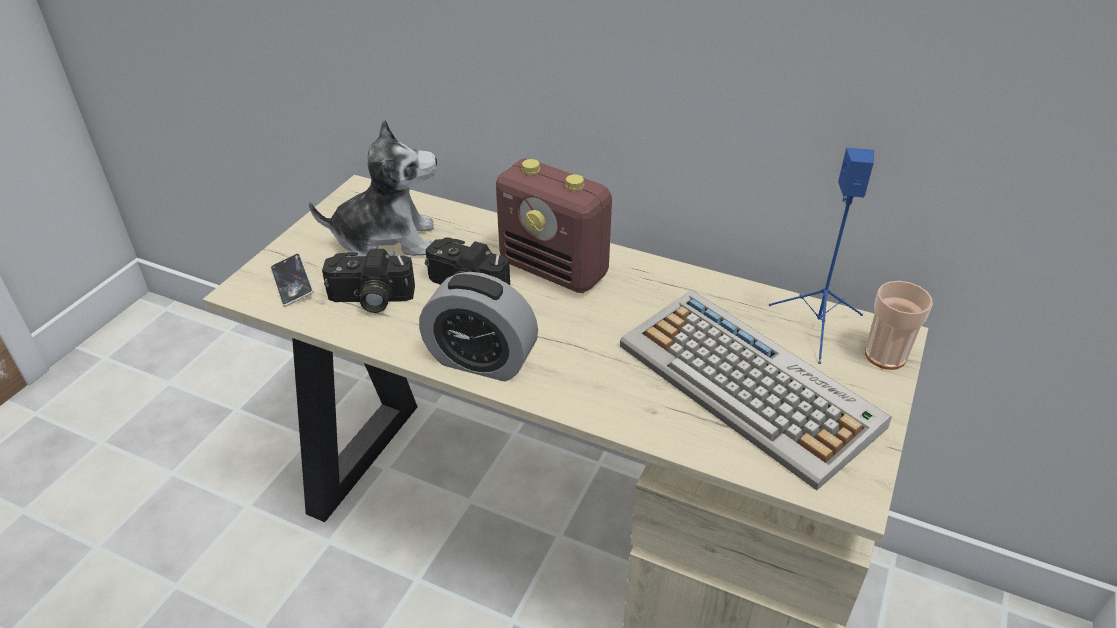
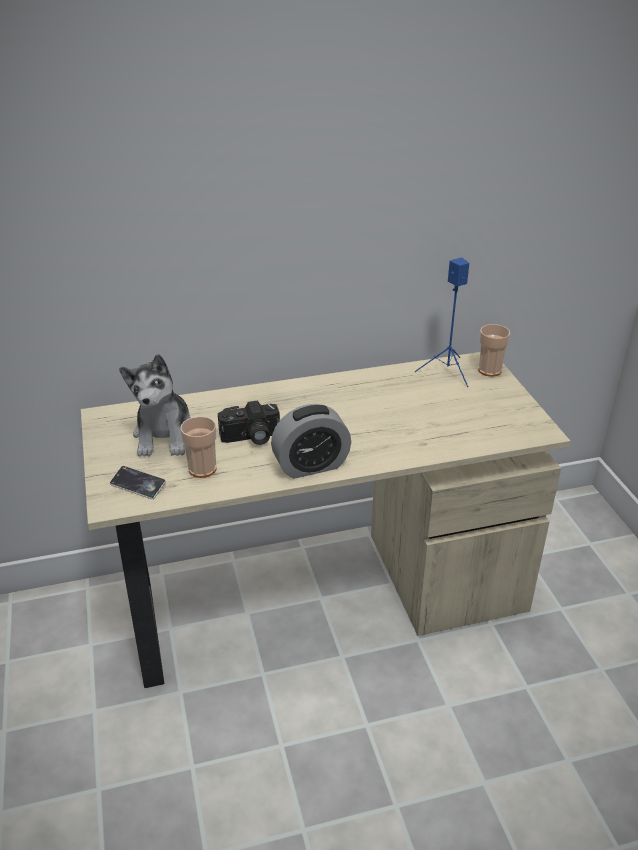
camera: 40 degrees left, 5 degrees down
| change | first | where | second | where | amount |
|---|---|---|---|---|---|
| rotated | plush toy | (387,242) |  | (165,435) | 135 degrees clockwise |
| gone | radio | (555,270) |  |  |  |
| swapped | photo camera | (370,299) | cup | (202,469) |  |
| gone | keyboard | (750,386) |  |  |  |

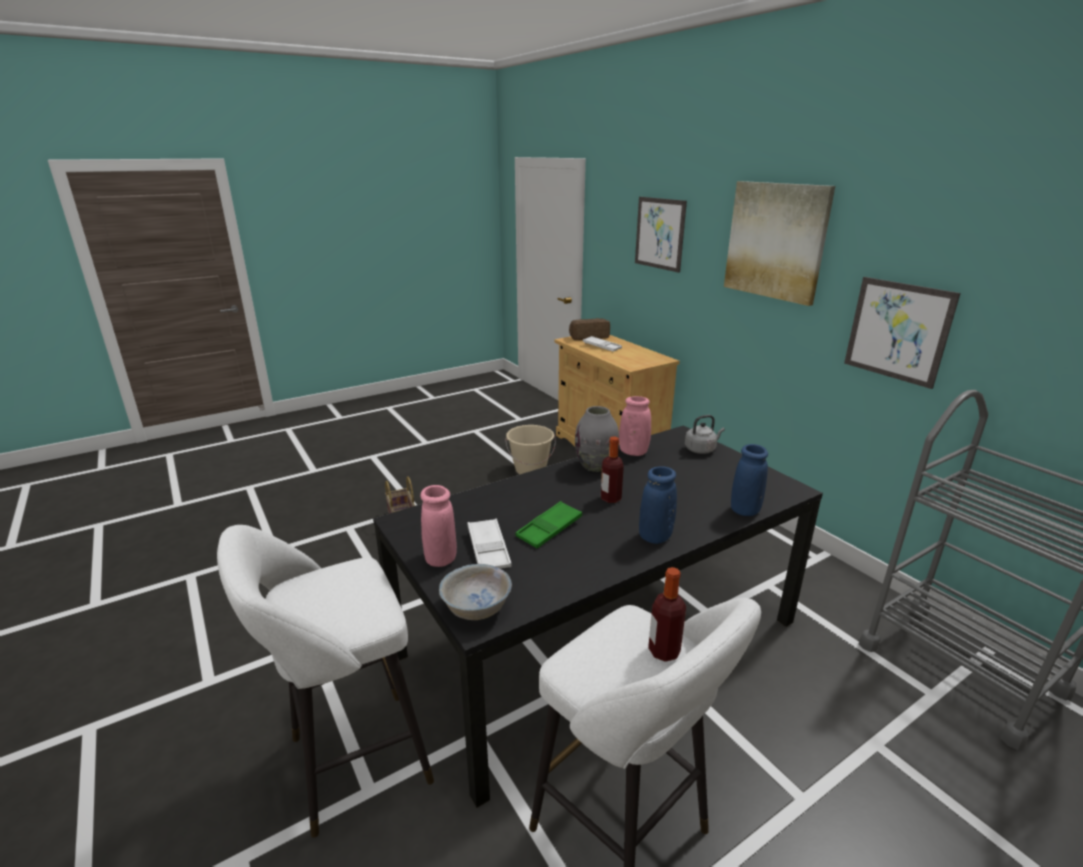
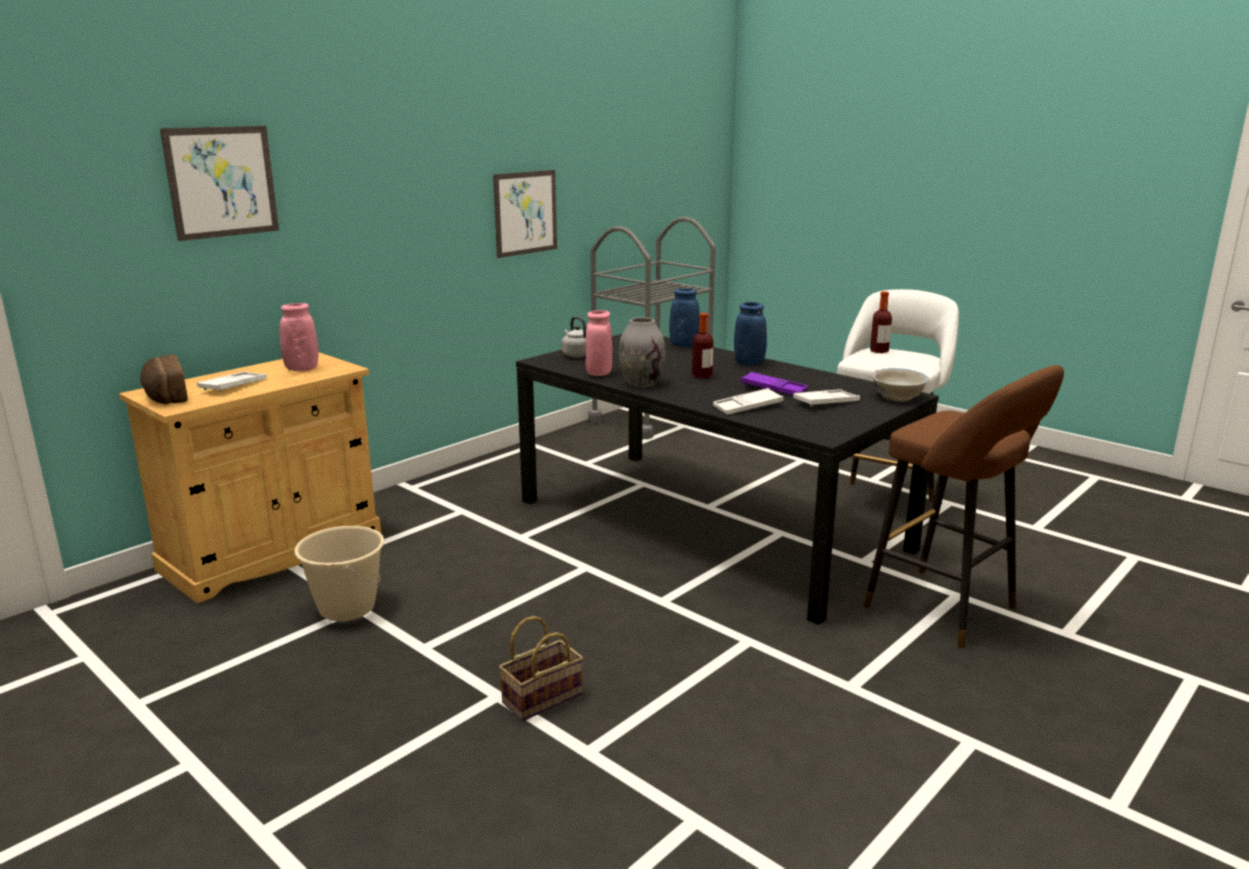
camera: 105 degrees left, 5 degrees down
| change | first | where | second | where | amount |
|---|---|---|---|---|---|
| gone | picture | (776,241) |  |  |  |
| shifted | pink vase | (441,558) |  | (302,369) |  |
| repainted | green tray | (549,529) | purple tray | (773,389) |  |
| repainted | white stool | (351,763) | brown stool | (948,610) |  |
| new |  |  | white tray | (748,407) |  |

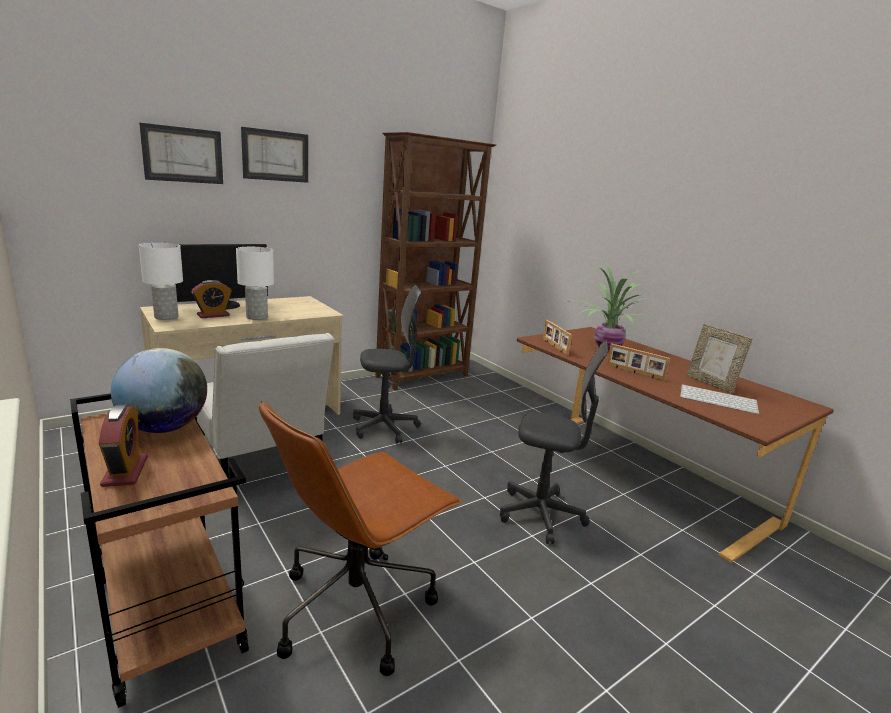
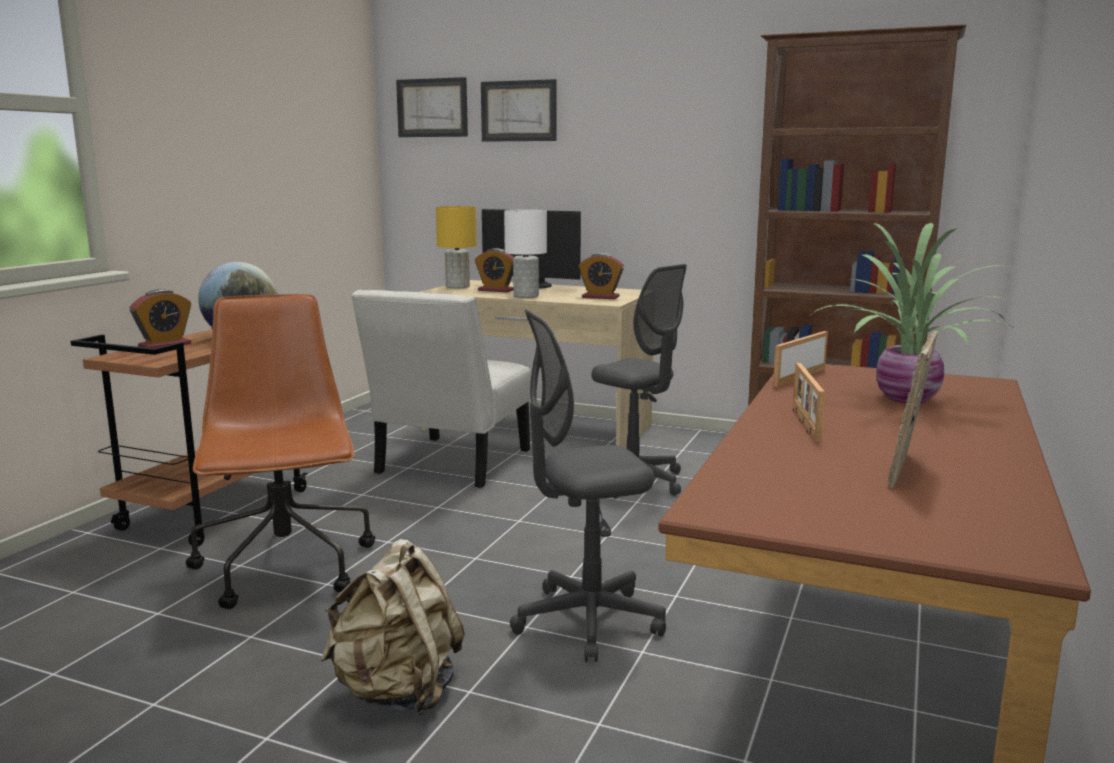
camera: 60 degrees right, 5 degrees down
| change | first | where | second | where | amount |
|---|---|---|---|---|---|
| shifted | picture | (275,156) |  | (432,108) |  |
| repainted | white table lamp | (166,317) | yellow table lamp | (458,286) |  |
| rotated | grey office chair | (540,514) |  | (587,622) | 90 degrees clockwise |
| gone | keyboard | (718,400) |  |  |  |
| rotated | brown office chair | (357,606) |  | (286,568) | 60 degrees clockwise |
| new |  |  | alarm clock | (600,297) |  |
| new |  |  | beige backpack | (397,692) |  |

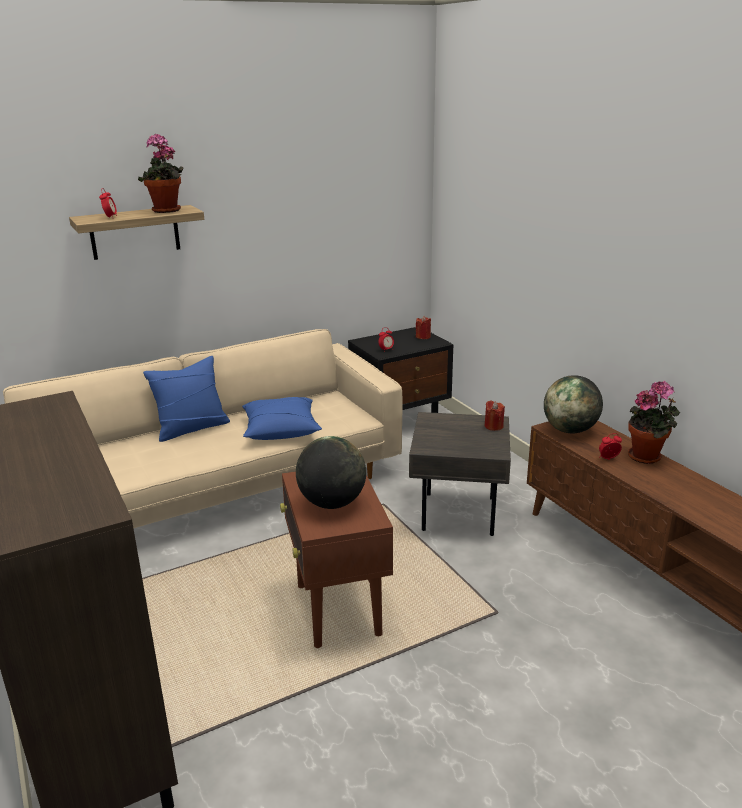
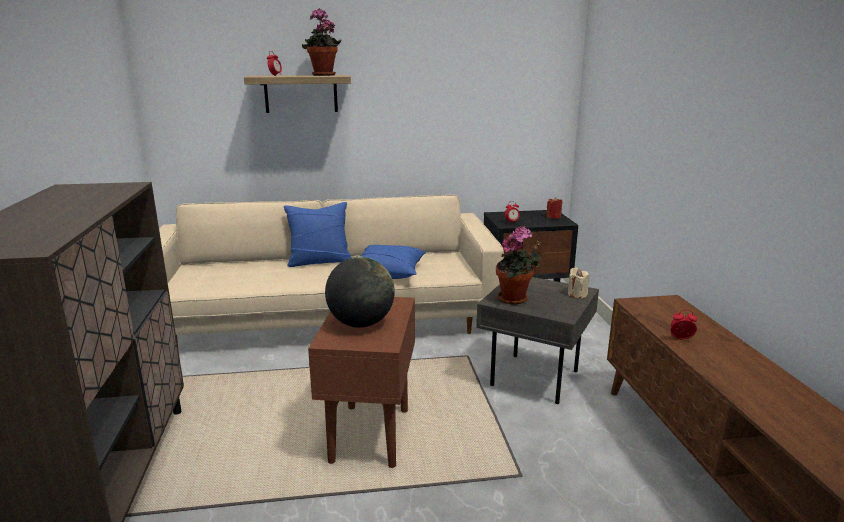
camera: 20 degrees right, 5 degrees down
| change | first | where | second | where | amount |
|---|---|---|---|---|---|
| gone | globe | (570,430) |  |  |  |
| shifted | potted plant | (647,457) |  | (515,299) |  |
| repainted | red candle | (493,426) | beige candle | (577,294) |  |

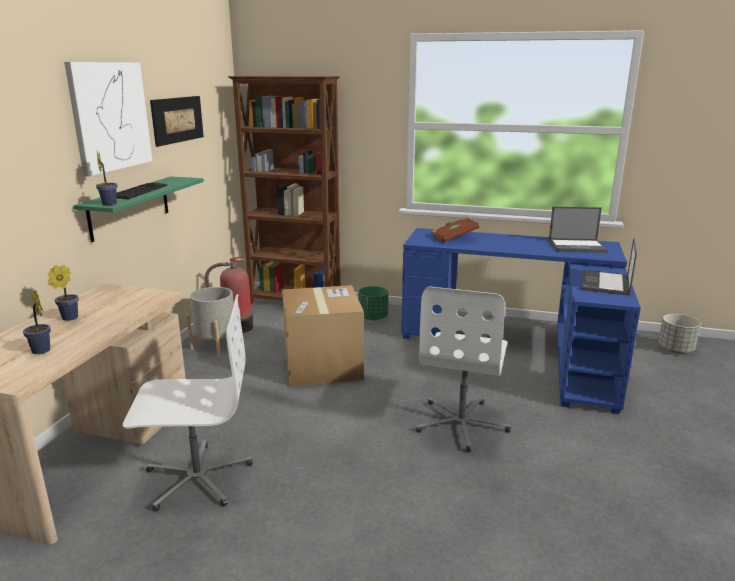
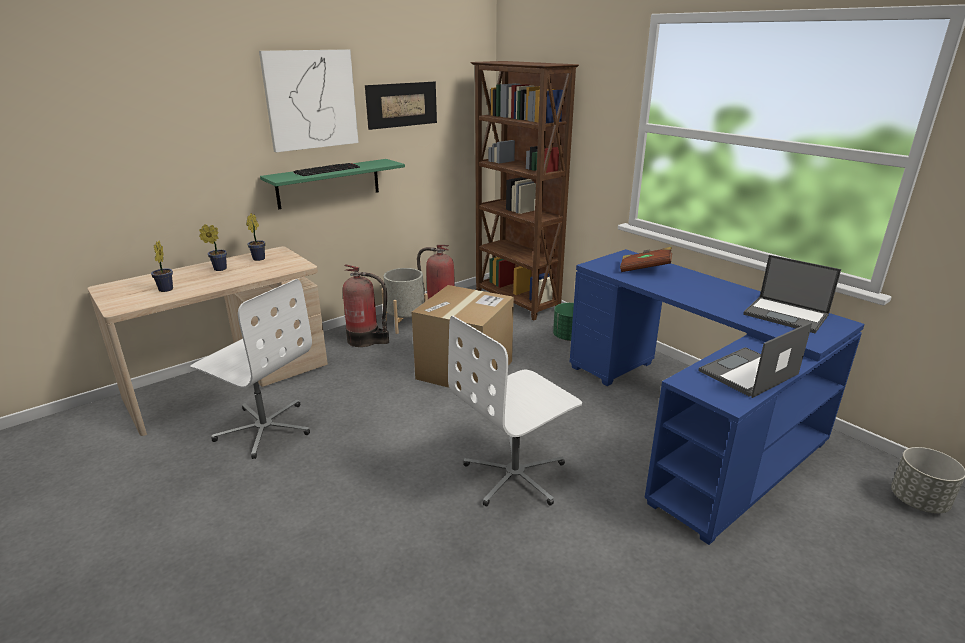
camera: 35 degrees right, 5 degrees up
| change | first | where | second | where | amount |
|---|---|---|---|---|---|
| shifted | potted plant | (109,203) |  | (260,258) |  |
| new |  |  | fire extinguisher | (366,340) |  |

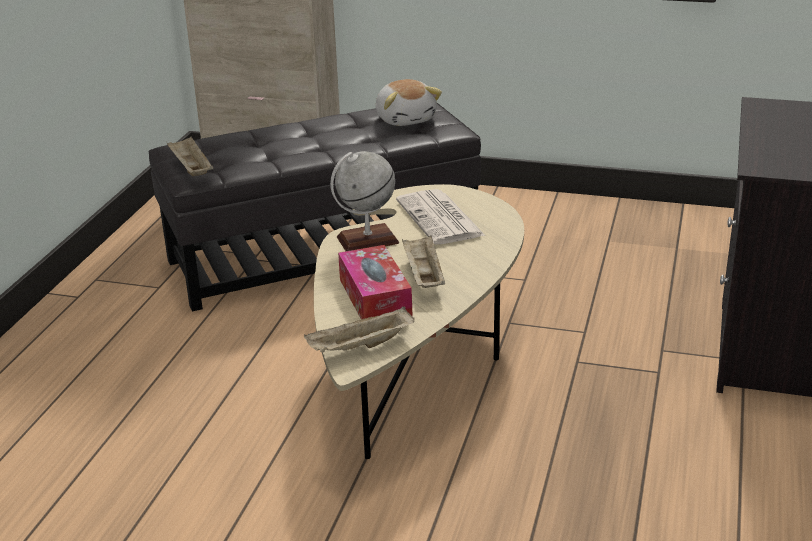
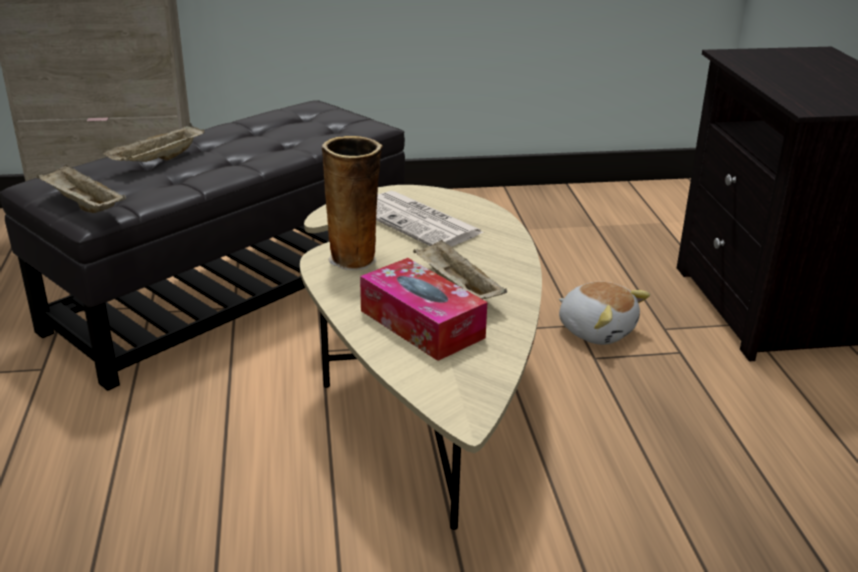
camera: 25 degrees left, 0 degrees up
| change | first | where | second | where | amount |
|---|---|---|---|---|---|
| shifted | plush toy | (406,119) |  | (596,330) |  |
| swapped | globe | (367,240) | vase | (355,259) |  |
| shifted | beige tray | (360,347) |  | (158,161) |  |

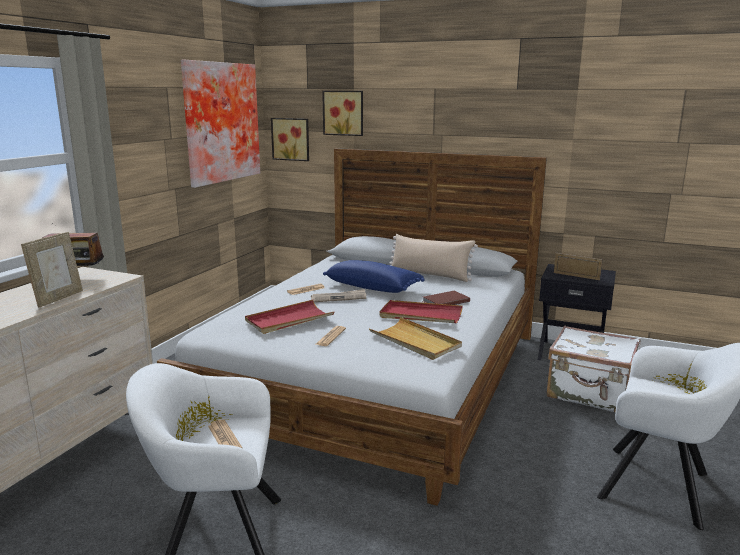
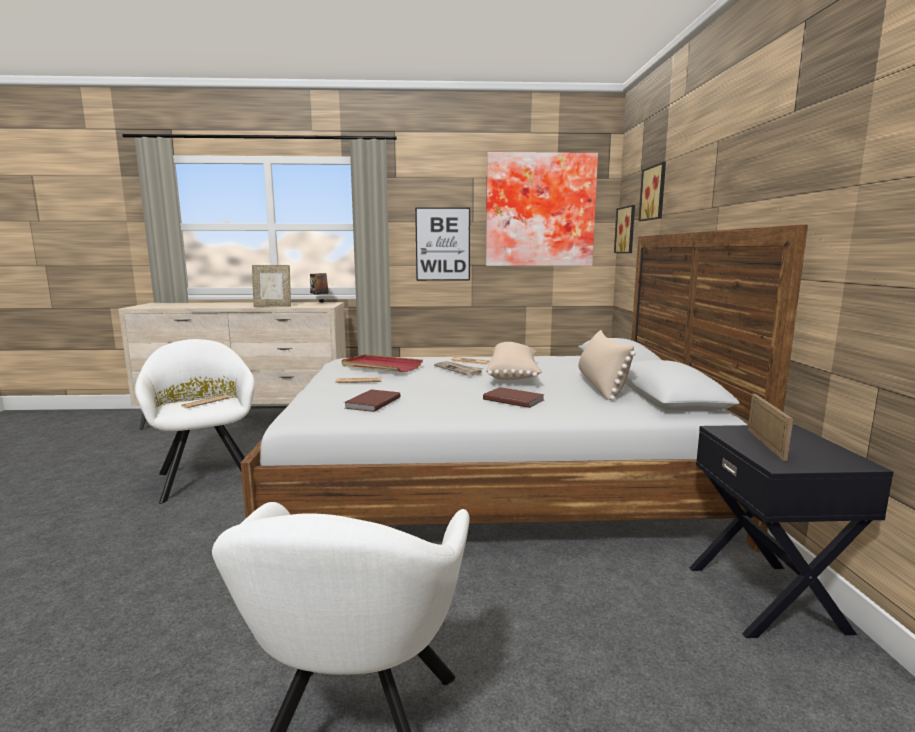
camera: 65 degrees right, 5 degrees down
| change | first | where | second | where | amount |
|---|---|---|---|---|---|
| repainted | blue pillow | (373,287) | beige pillow | (514,375) |  |
| gone | red tray | (420,315) |  |  |  |
| swapped | beige tray | (415,341) | brown book | (371,403) |  |
| gone | white suitcase | (590,394) |  |  |  |
| new |  |  | picture | (443,244) |  |

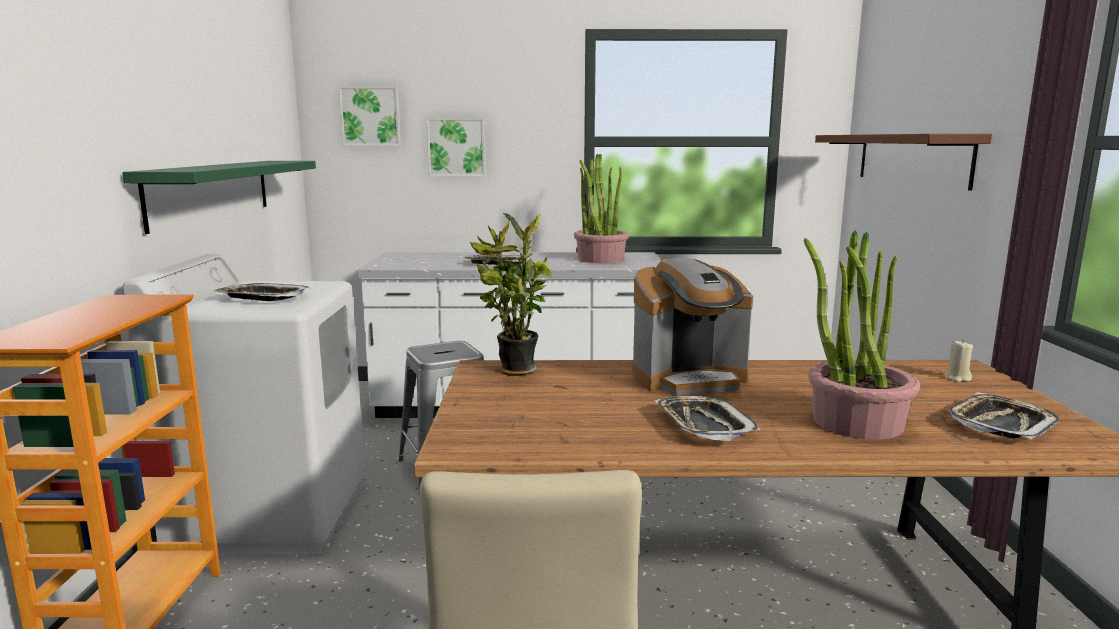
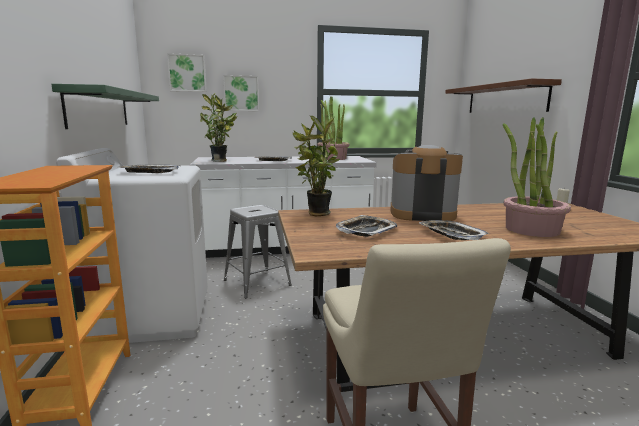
camera: 10 degrees left, 0 degrees up
| change | first | where | second | where | amount |
|---|---|---|---|---|---|
| rotated | coffee machine | (689,379) |  | (422,214) | 150 degrees counterclockwise |
| shifted | tray | (1000,424) |  | (366,230) |  |
| new |  |  | potted plant | (221,161) |  |

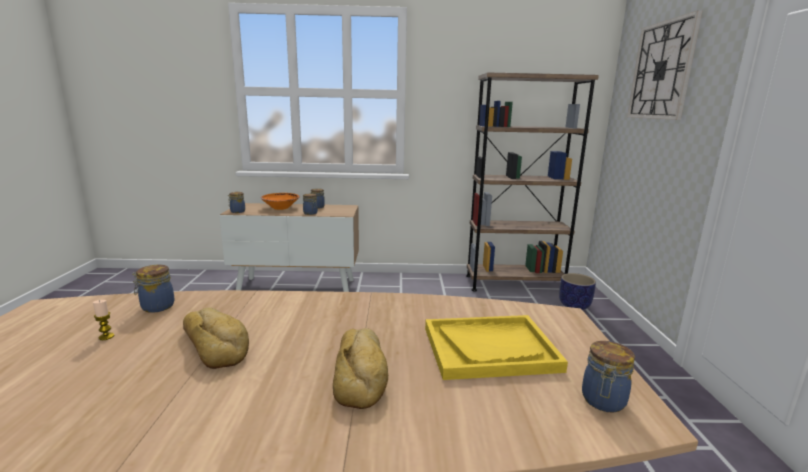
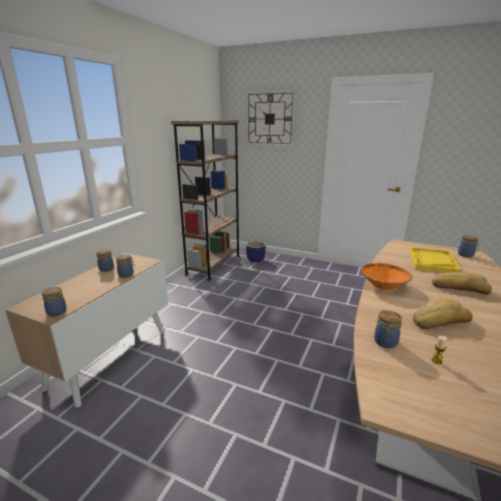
camera: 65 degrees left, 5 degrees up
| change | first | where | second | where | amount |
|---|---|---|---|---|---|
| shifted | orange bowl | (280,208) |  | (383,285) |  |

